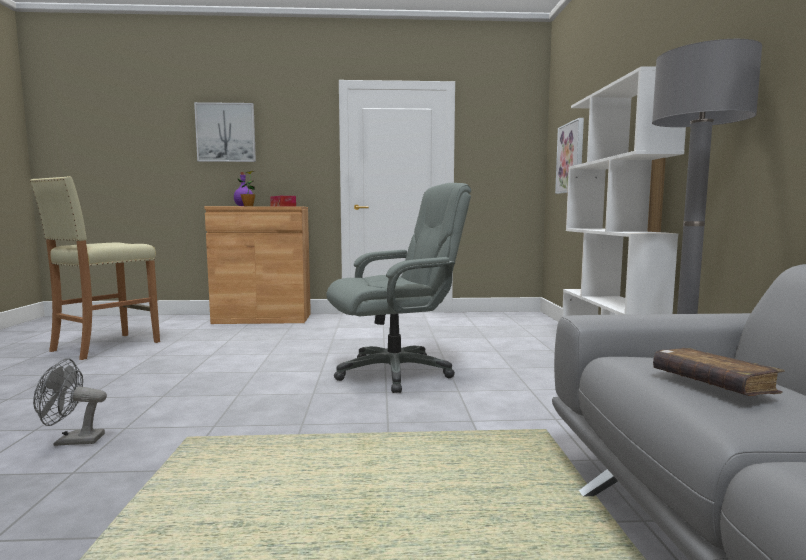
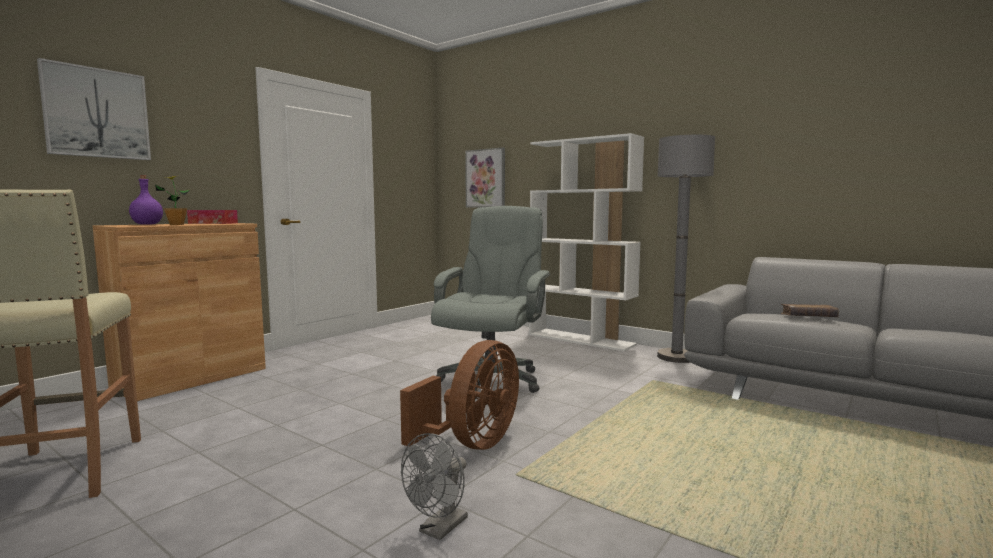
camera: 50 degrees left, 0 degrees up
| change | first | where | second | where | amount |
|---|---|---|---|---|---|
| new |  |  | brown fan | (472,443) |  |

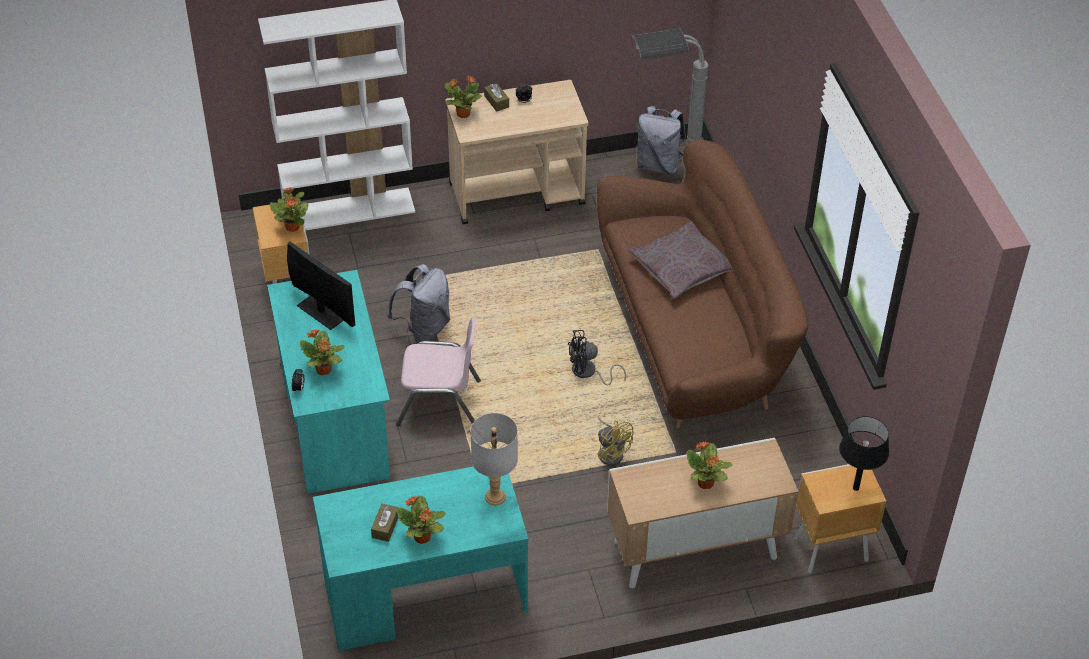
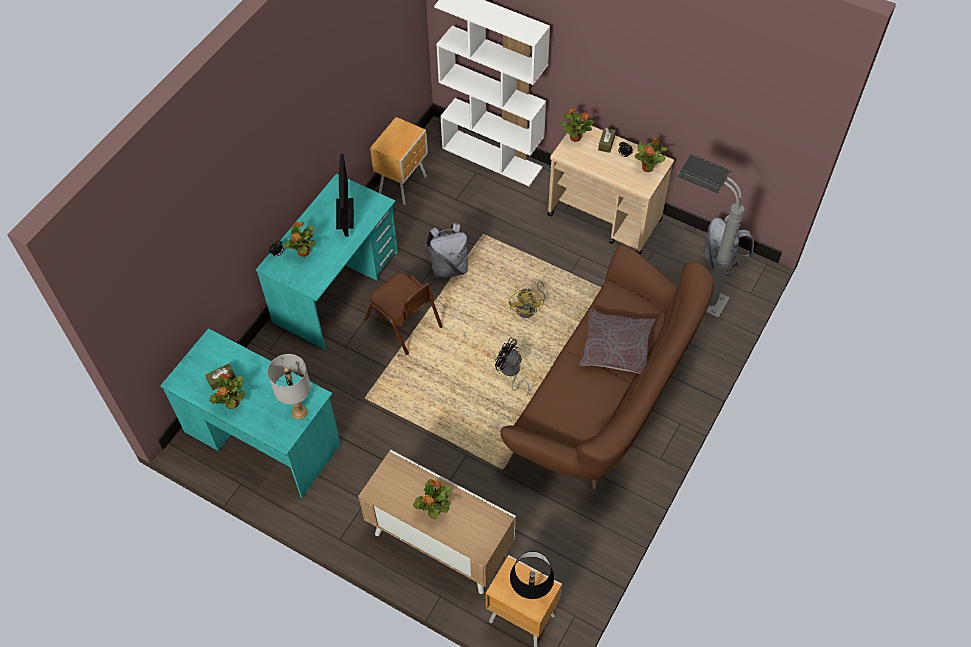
camera: 45 degrees right, 10 degrees up
| change | first | where | second | where | amount |
|---|---|---|---|---|---|
| shifted | potted plant | (292,226) |  | (647,168) |  |
| repainted | pink chair | (439,402) | brown chair | (404,323) |  |
| shifted | yellow fan | (611,452) |  | (529,308) |  |

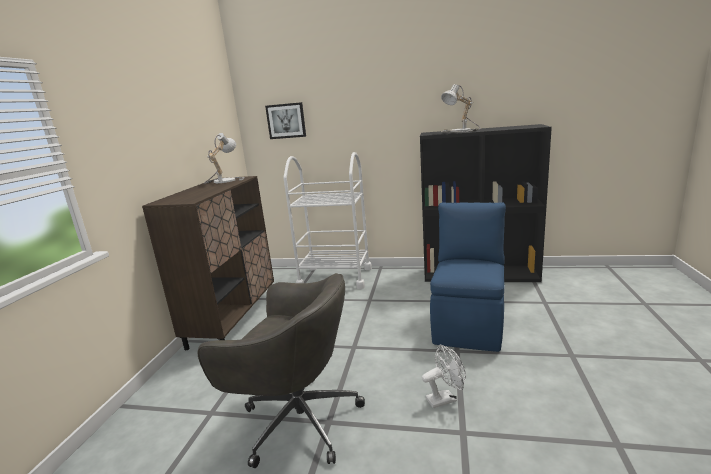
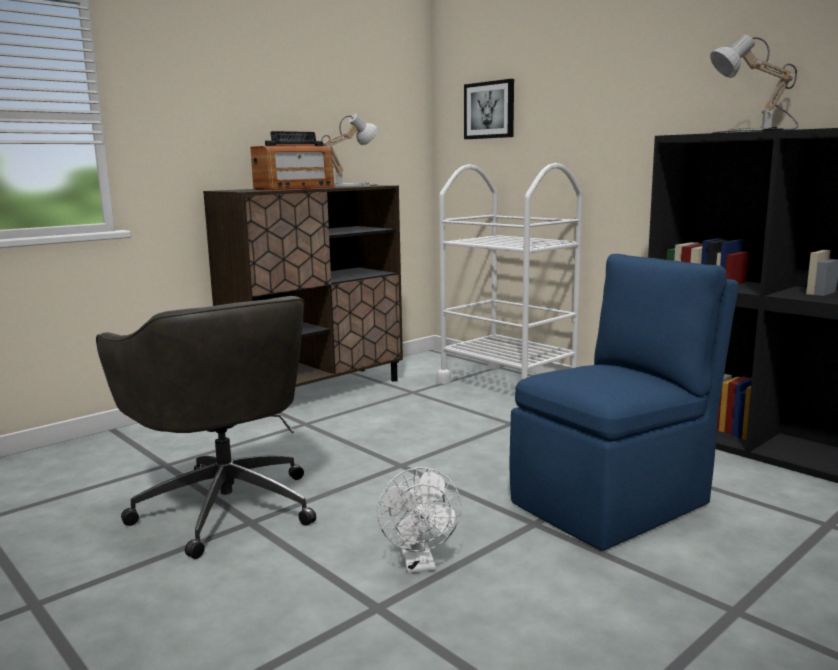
camera: 35 degrees right, 5 degrees down
| change | first | where | second | where | amount |
|---|---|---|---|---|---|
| rotated | white fan | (445,398) |  | (419,564) | 60 degrees clockwise |
| new |  |  | radio | (294,188) |  |

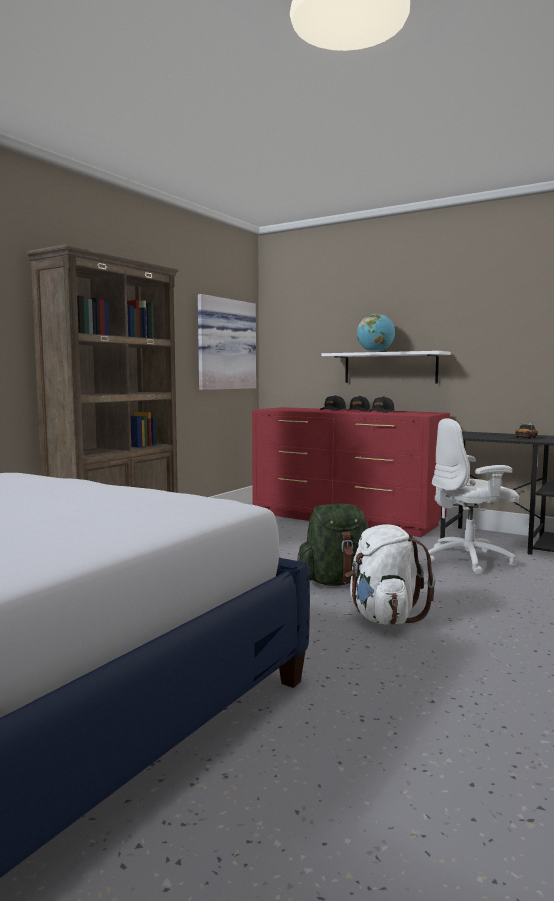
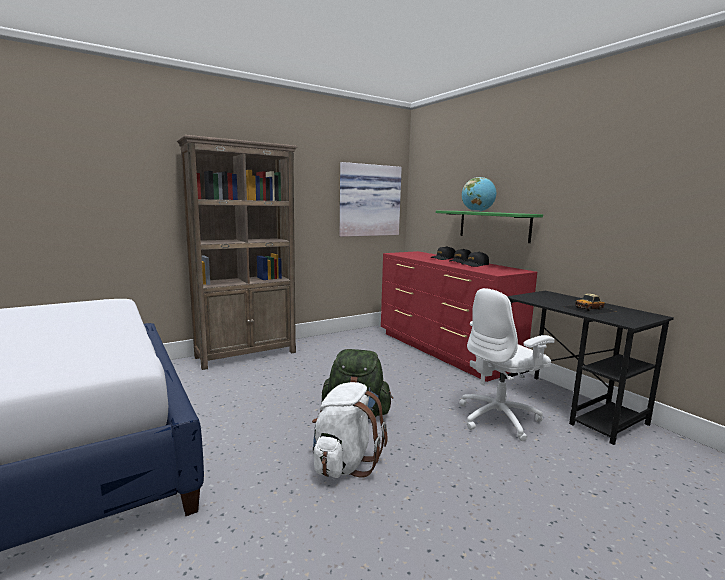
camera: 25 degrees right, 5 degrees up
| change | first | where | second | where | amount |
|---|---|---|---|---|---|
| repainted | white shelf | (390,368) | green shelf | (493,225) |  |
| rotated | white office chair | (469,560) |  | (499,418) | 45 degrees counterclockwise |

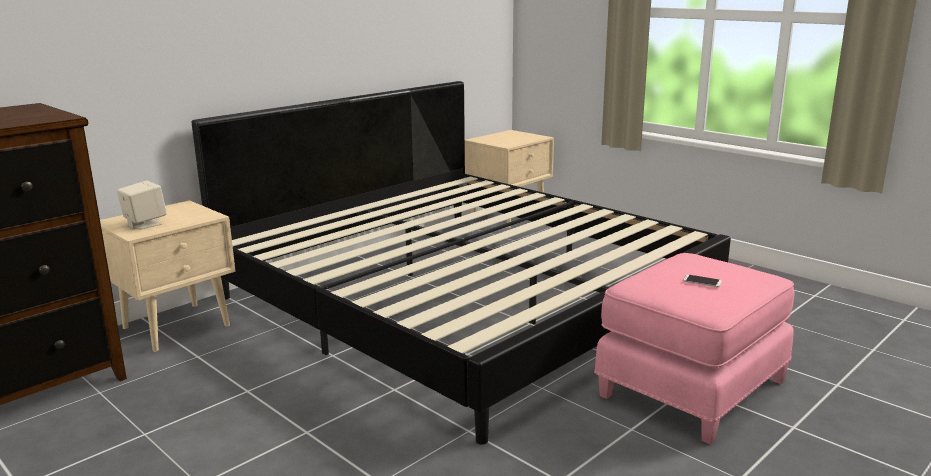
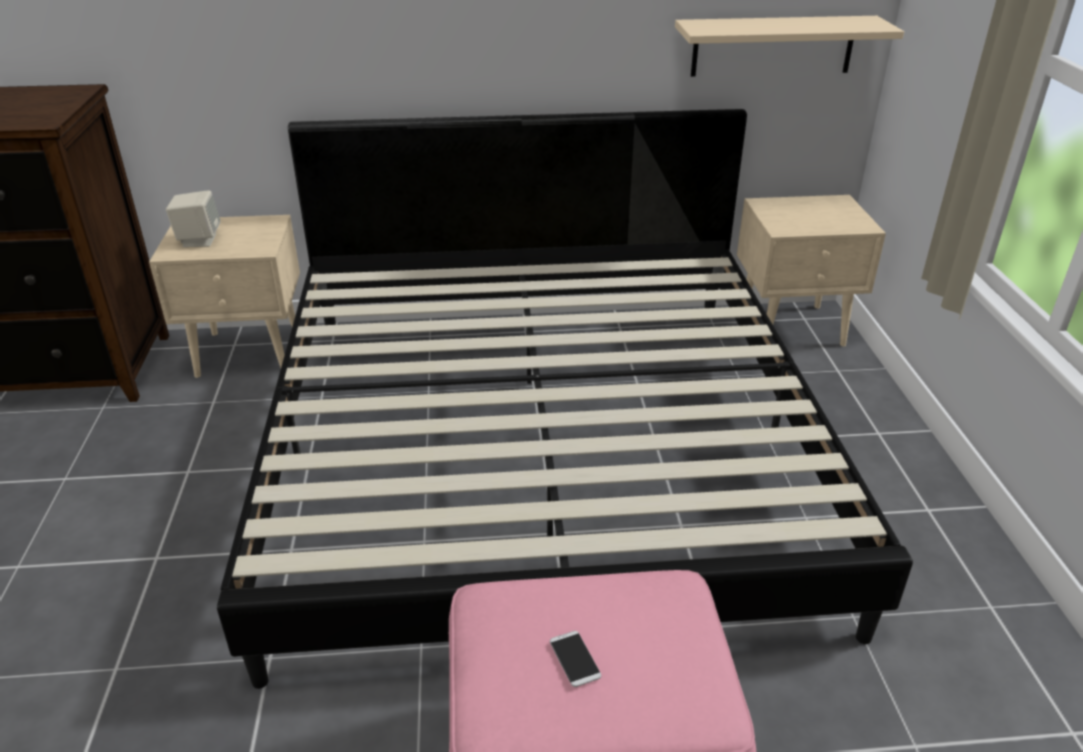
camera: 40 degrees right, 15 degrees up
| change | first | where | second | where | amount |
|---|---|---|---|---|---|
| new |  |  | beige shelf | (773,46) |  |

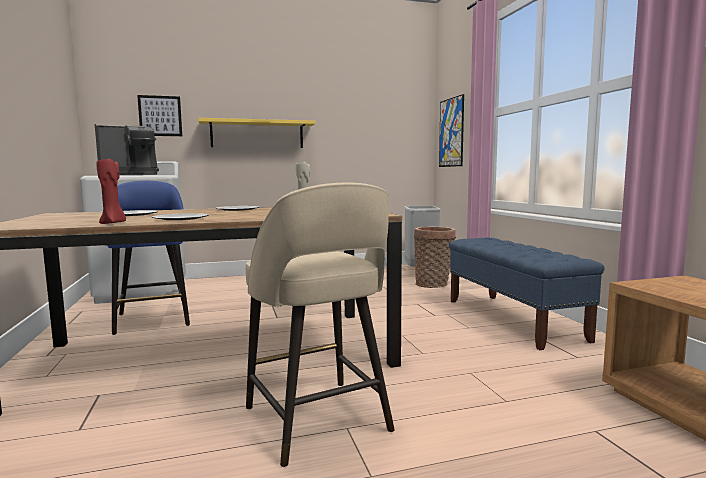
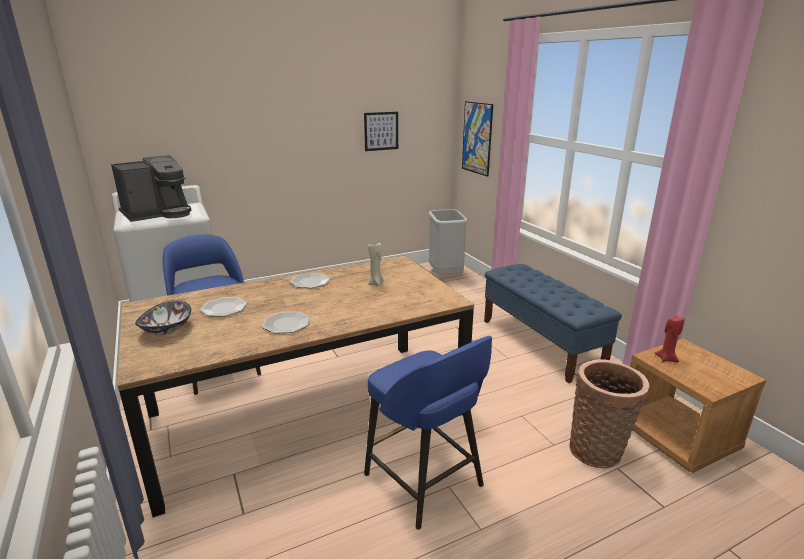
camera: 10 degrees left, 15 degrees up
| change | first | where | second | where | amount |
|---|---|---|---|---|---|
| shifted | picture | (160,116) |  | (381,131) |  |
| gone | yellow shelf | (257,134) |  |  |  |
| shifted | red candle | (113,223) |  | (666,359) |  |
| repainted | beige stool | (318,421) | blue stool | (425,482) |  |
| shifted | basket | (433,284) |  | (598,450) |  |
| new |  |  | bowl | (167,330) |  |

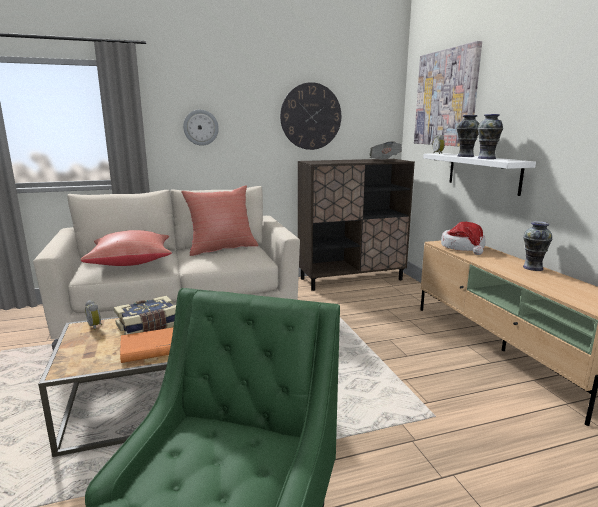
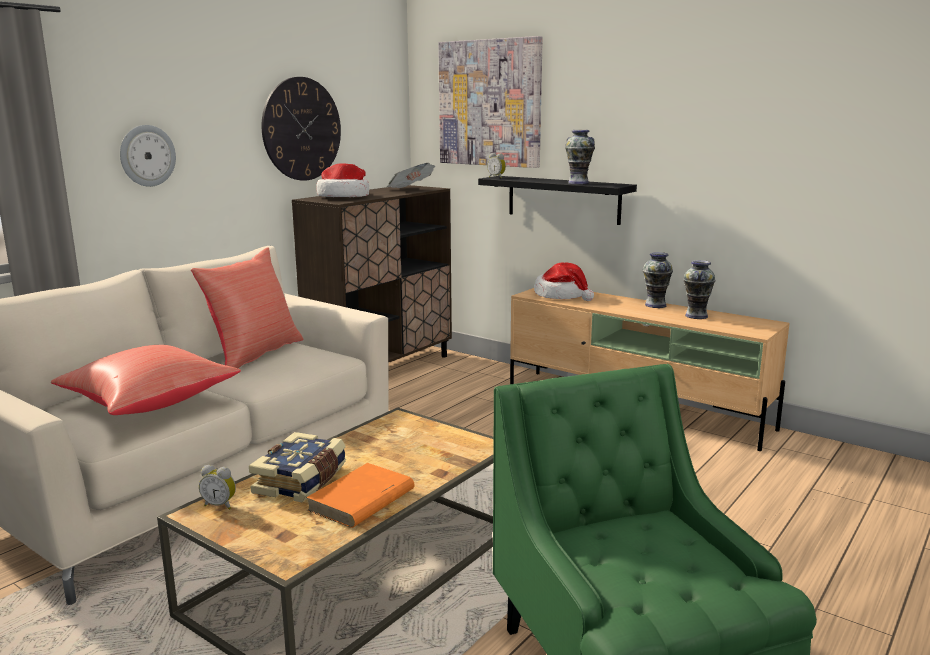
camera: 35 degrees left, 0 degrees up
| change | first | where | second | where | amount |
|---|---|---|---|---|---|
| shifted | vase | (465,156) |  | (696,316) |  |
| repainted | white shelf | (483,172) | black shelf | (563,199) |  |
| new |  |  | hat | (344,197) |  |

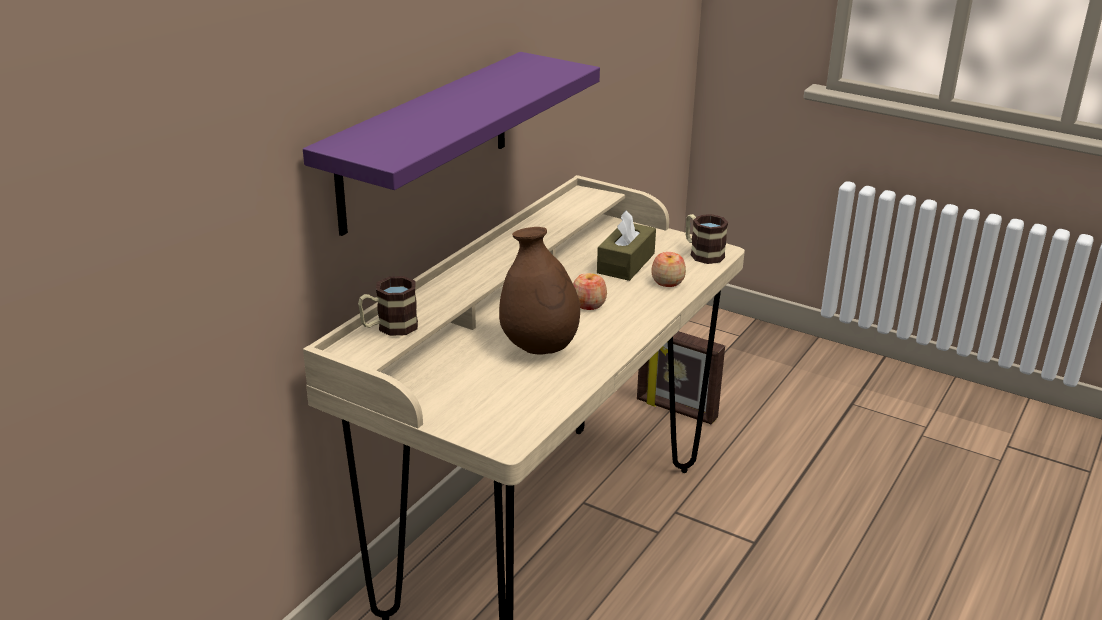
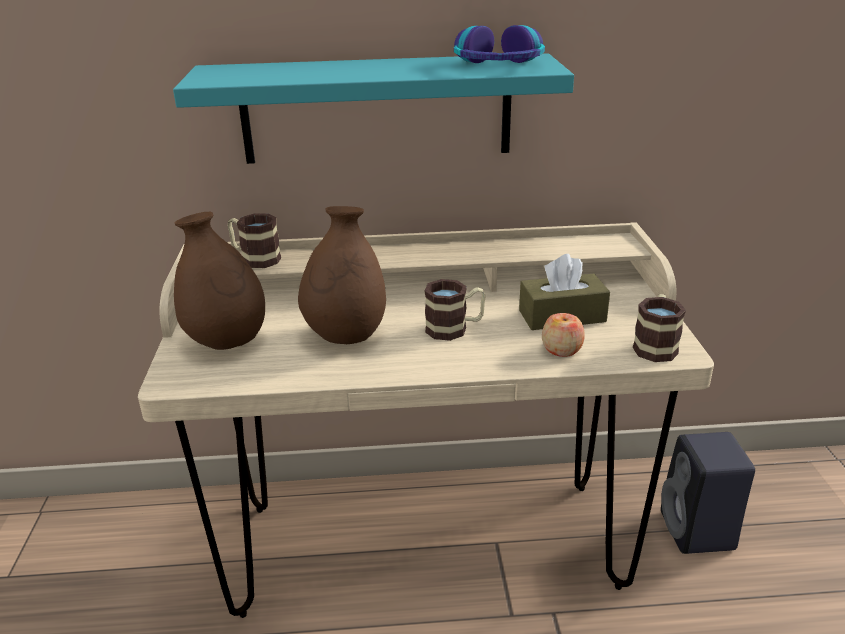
camera: 55 degrees right, 0 degrees up
| change | first | where | second | where | amount |
|---|---|---|---|---|---|
| repainted | purple shelf | (425,141) | turquoise shelf | (376,109) |  |
| swapped | apple | (588,304) | mug | (455,328) |  |
| swapped | picture frame | (676,410) | black speaker | (698,532) |  |
| new |  |  | headphones | (498,66) |  |
| new |  |  | brown vase | (227,342) |  |

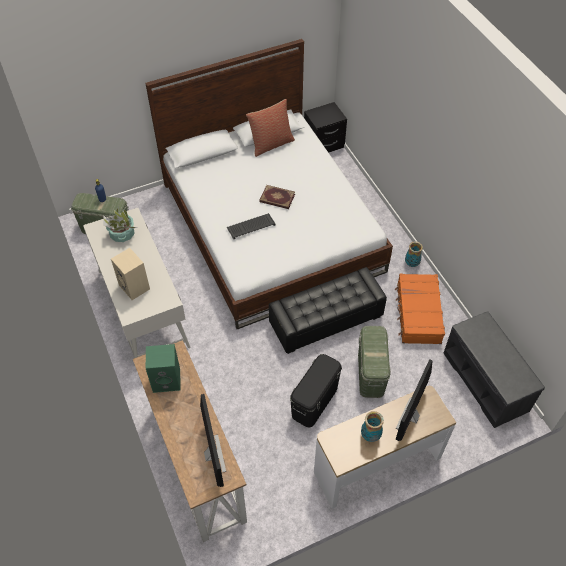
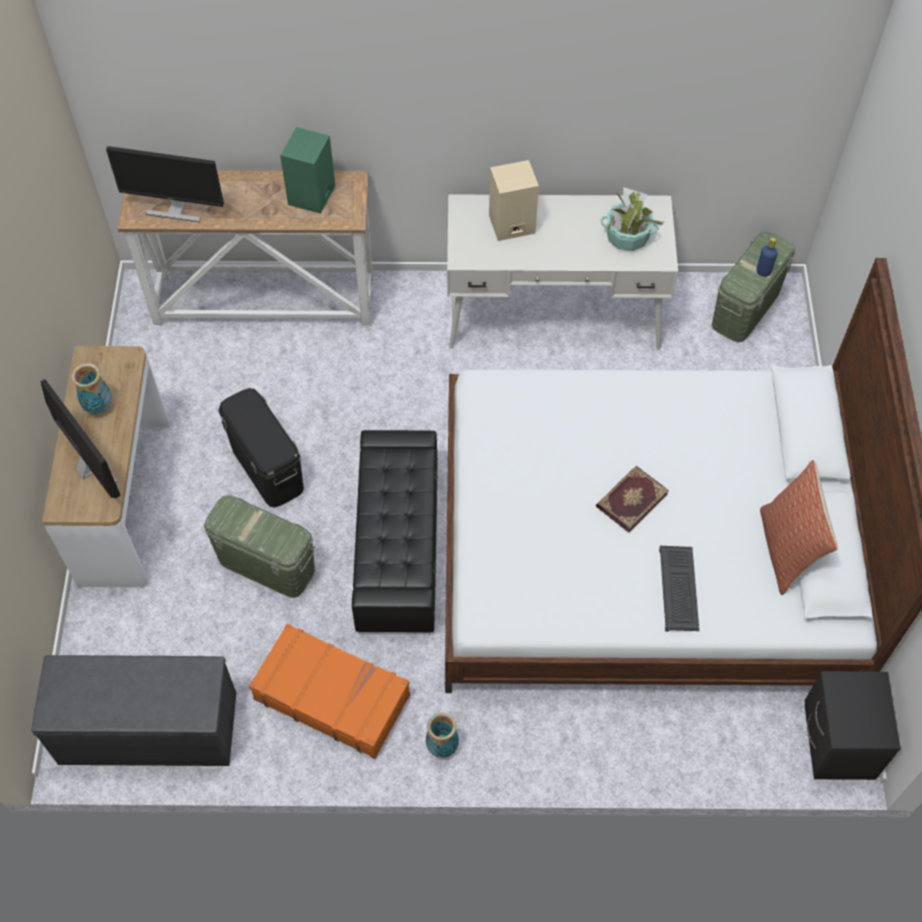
camera: 115 degrees right, 5 degrees up
| change | first | where | second | where | amount |
|---|---|---|---|---|---|
| shifted | keyboard | (251,226) |  | (679,590) |  |

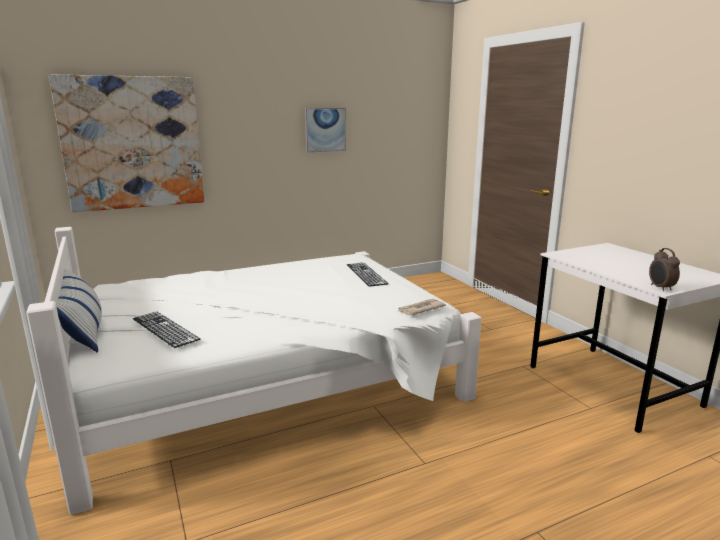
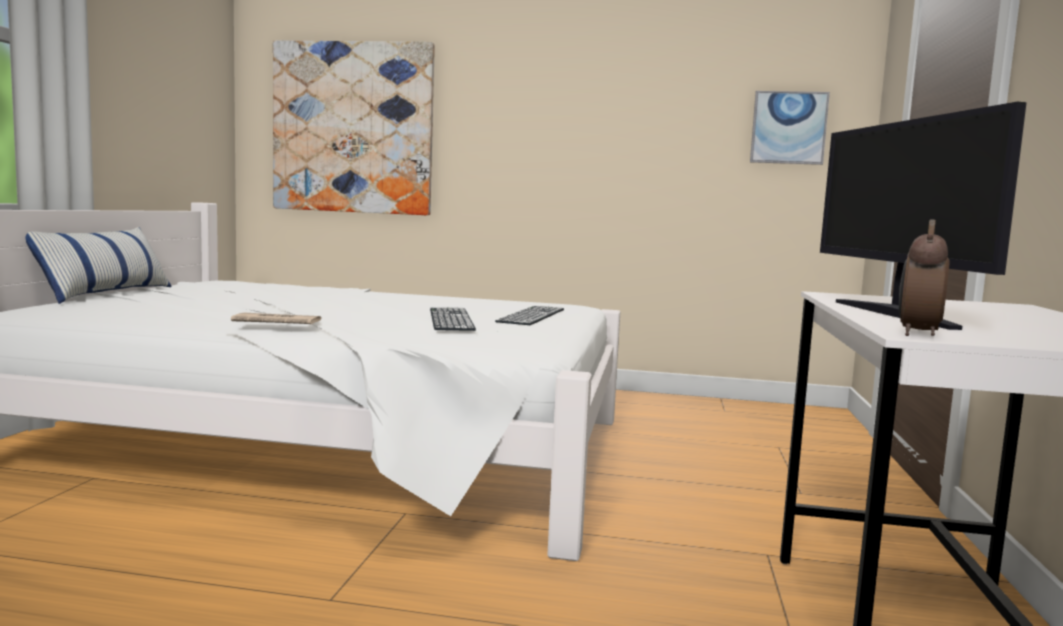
camera: 35 degrees right, 10 degrees down
| change | first | where | second | where | amount |
|---|---|---|---|---|---|
| shifted | picture | (325,129) |  | (788,128) |  |
| shifted | newspaper | (420,309) |  | (276,323) |  |
| shifted | keyboard | (165,329) |  | (450,319) |  |
| new |  |  | monitor | (897,314) |  |

